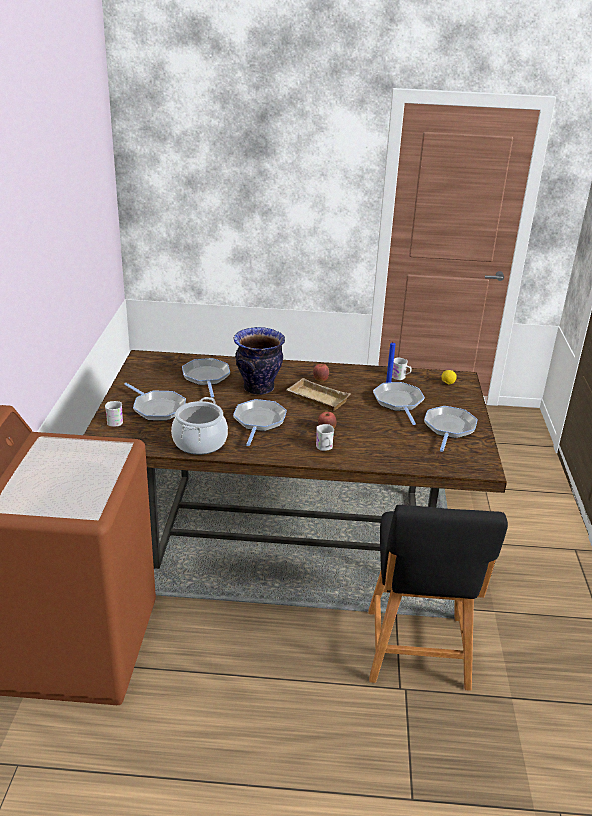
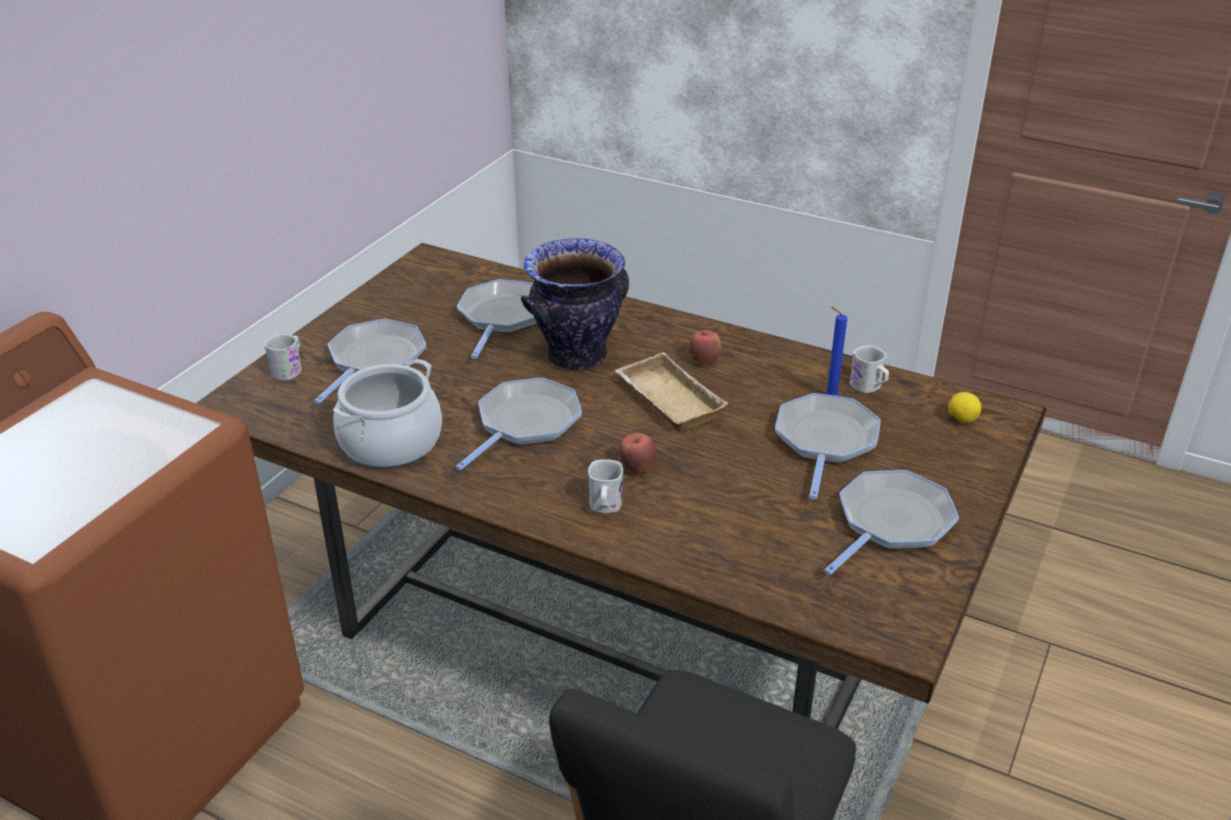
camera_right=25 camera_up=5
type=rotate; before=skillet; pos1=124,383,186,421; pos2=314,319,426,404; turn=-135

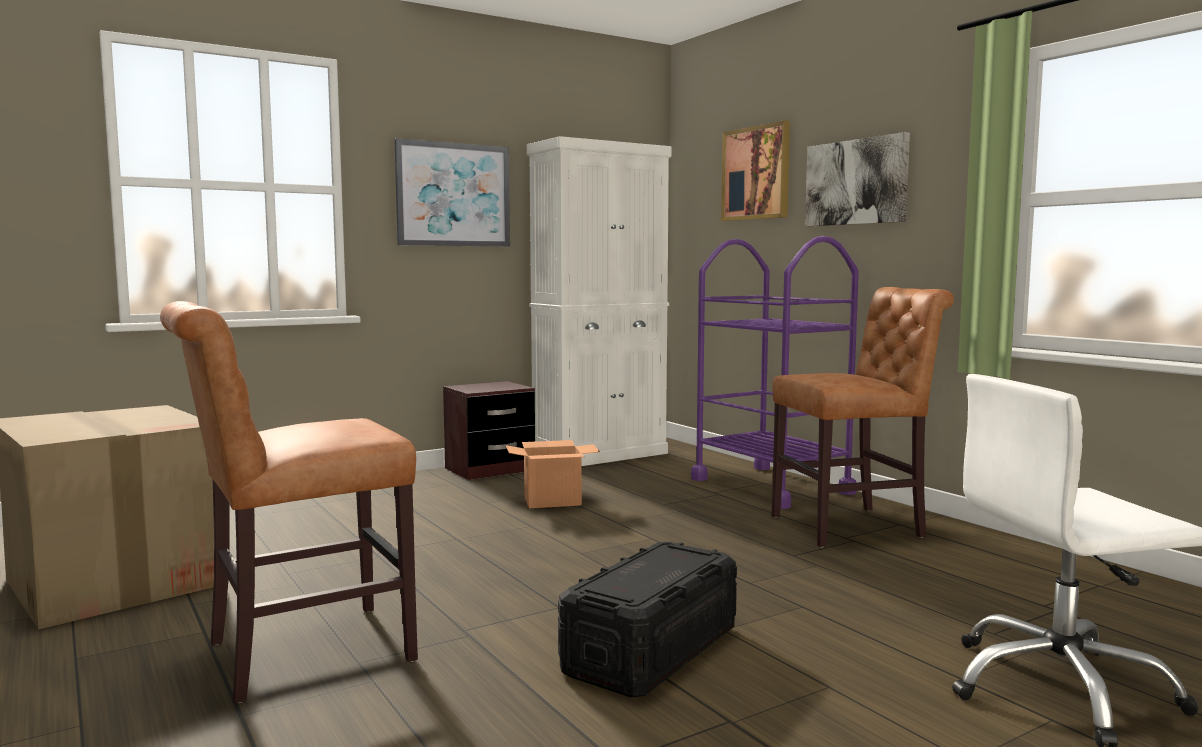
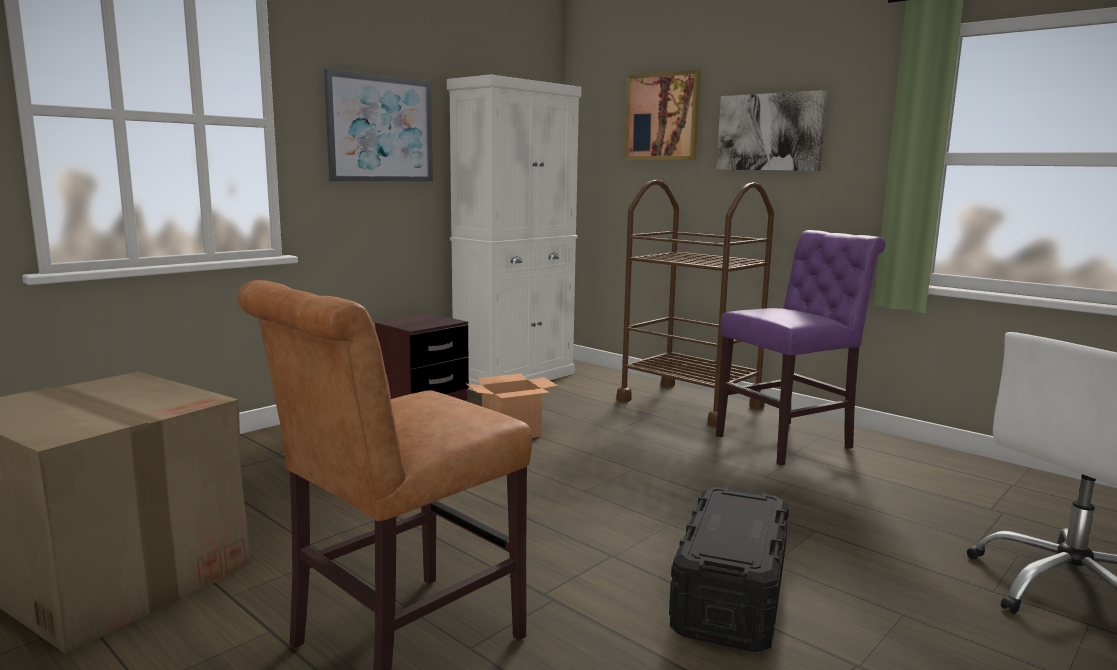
camera_right=-15 camera_up=5
type=recolor; before=purple wheeled cart; after=brown-coloured wheeled cart; pos1=691,236,859,509; pos2=616,180,774,427
type=recolor; before=brown-coloured chair; after=purple chair; pos1=772,287,954,548; pos2=716,230,885,466

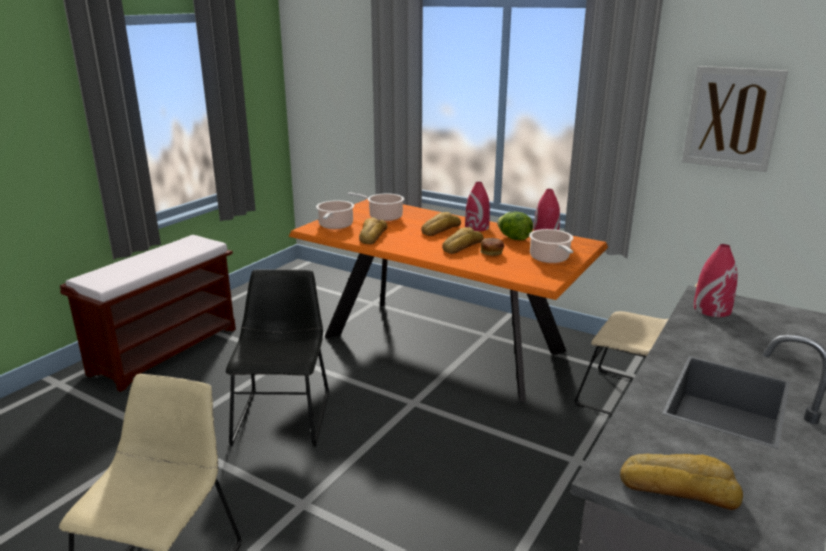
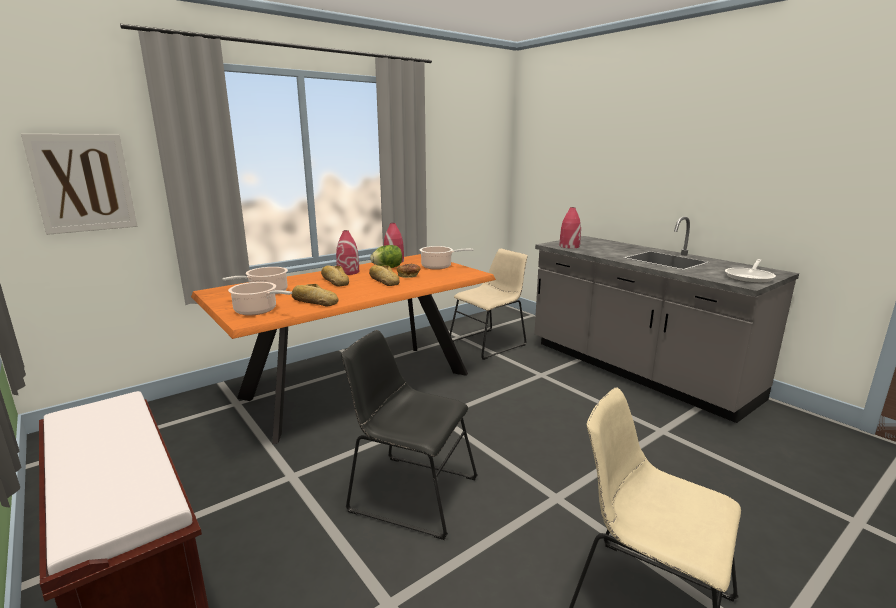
camera_right=-70 camera_up=-5
type=replace; before=bakery bread; after=skillet; pos1=620,454,743,510; pos2=725,259,776,283
type=move; before=wall picture; pos1=682,66,788,172; pos2=21,134,137,235

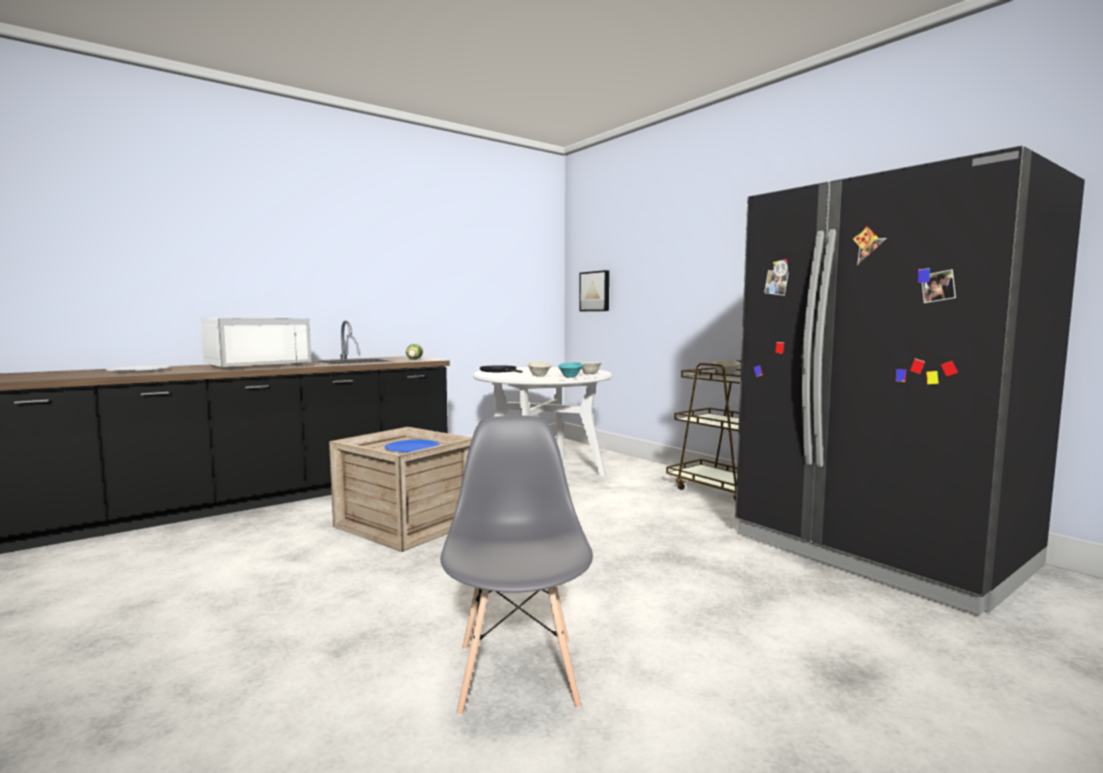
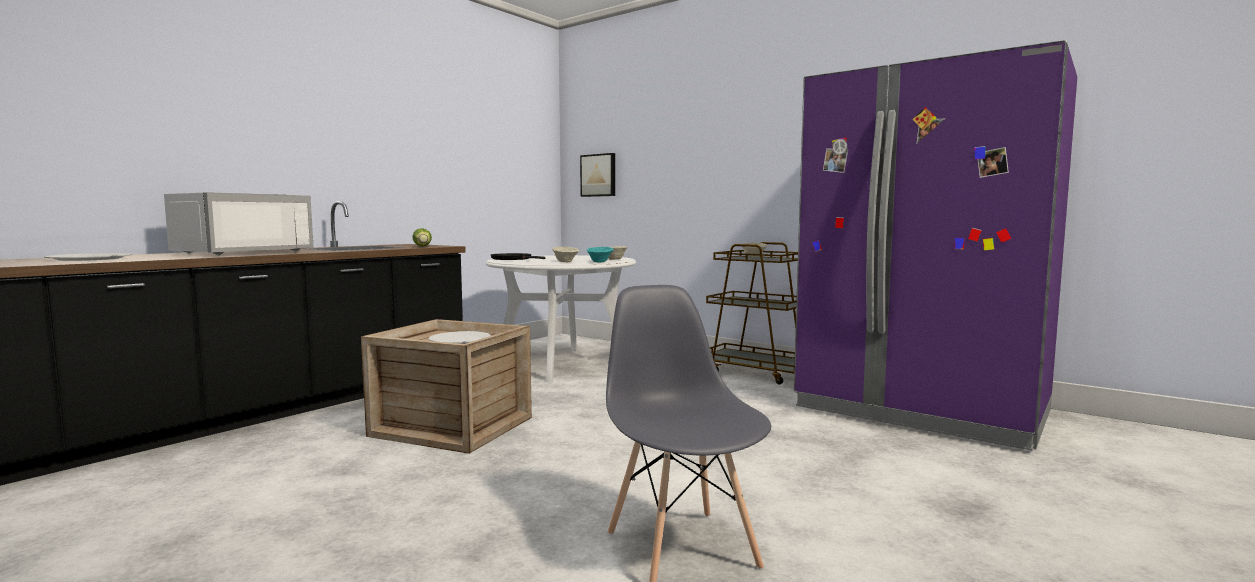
camera_right=-15 camera_up=0
type=recolor; before=blue flat dish; after=white flat dish; pos1=385,440,439,452; pos2=429,331,491,344
type=recolor; before=black fridge; after=purple fridge; pos1=735,146,1085,615; pos2=794,40,1077,451

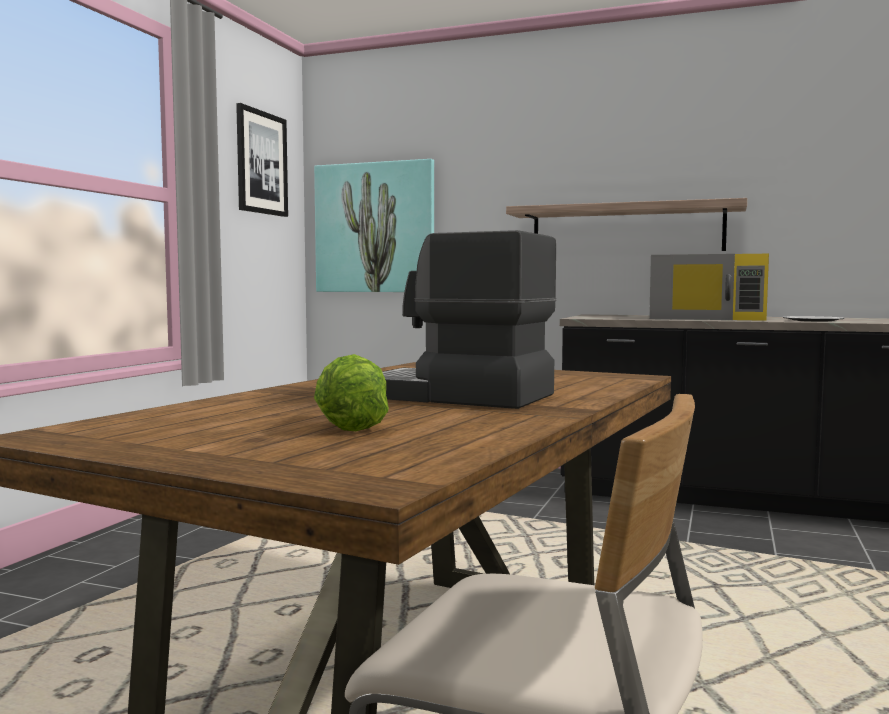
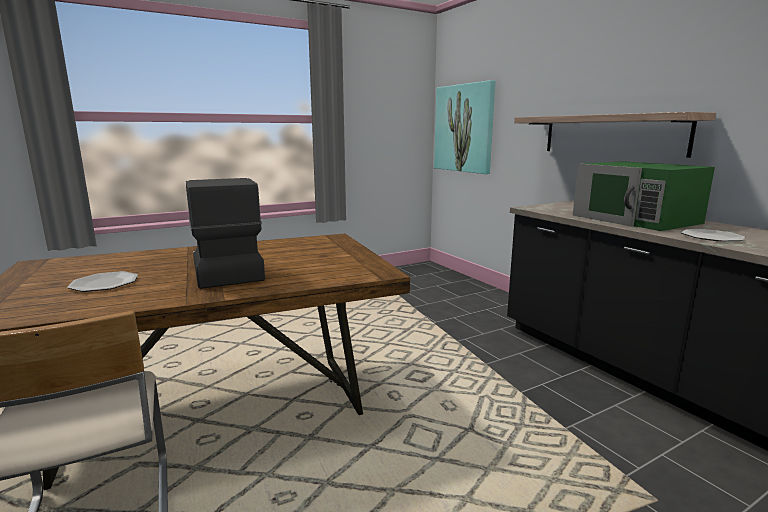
camera_right=40 camera_up=10
type=delete; before=wall picture; pos1=236,103,288,217
type=replace; before=lettuce head; after=flat dish; pos1=314,354,389,431; pos2=67,271,138,292
type=recolor; before=yellow microwave oven; after=green-coloured microwave oven; pos1=649,254,769,321; pos2=572,161,715,231

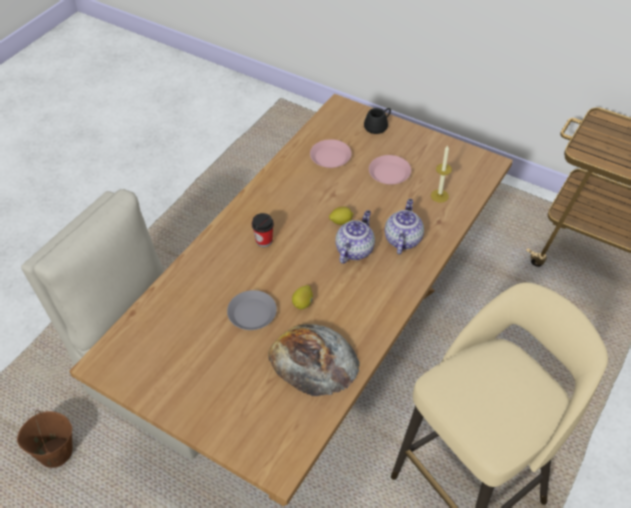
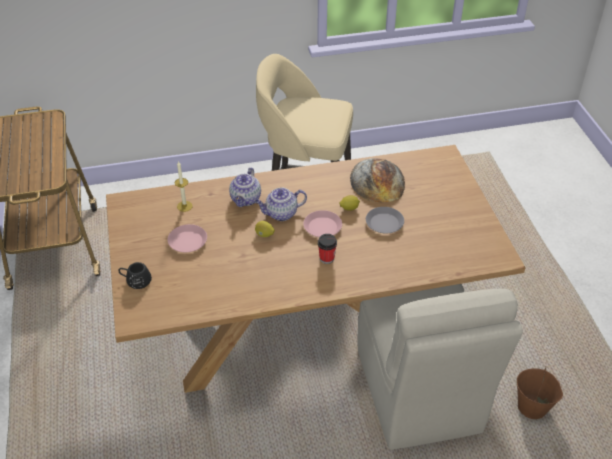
camera_right=-135 camera_up=-5
type=move; before=pinkish flat dish; pos1=310,139,352,168; pos2=303,210,342,237
type=rotate; before=tea pot; pos1=385,199,424,254; pos2=229,167,261,207; turn=-45

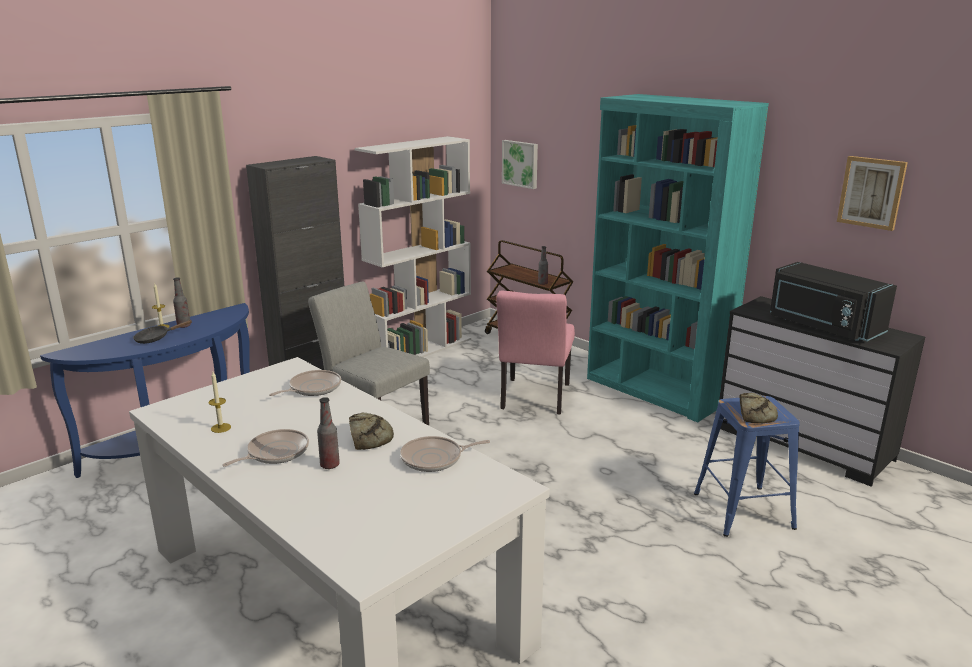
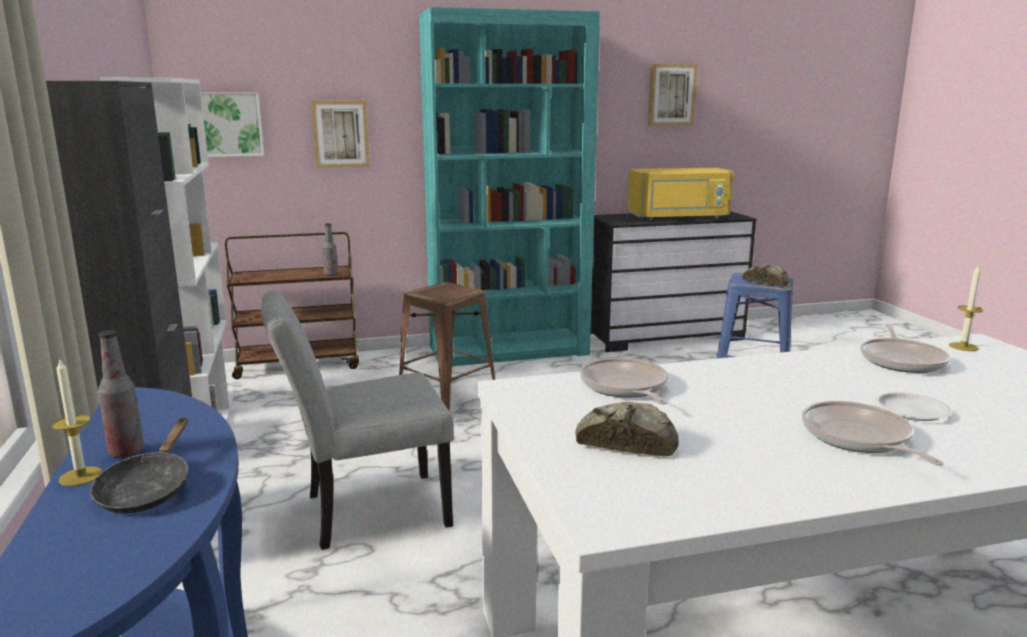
camera_right=-60 camera_up=-5
type=move; before=candle; pos1=209,372,231,433; pos2=949,266,983,351
type=replace; before=bottle; after=white flat dish; pos1=317,397,340,469; pos2=875,392,951,421
type=move; before=bakery bread; pos1=349,413,394,450; pos2=575,402,679,456
type=replace; before=pinkish chair; after=brown-coloured sitting stool; pos1=496,291,575,414; pos2=399,283,496,411
type=recolor; before=black microwave oven; after=yellow microwave oven; pos1=770,262,897,341; pos2=628,168,733,220
type=insert; after=wall picture; pos2=311,100,370,168

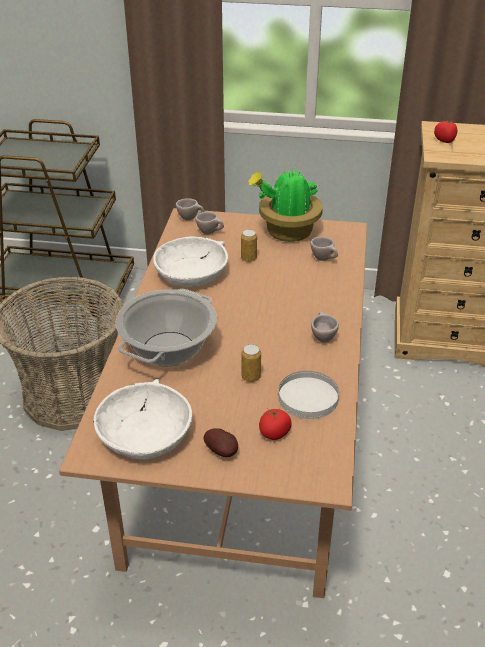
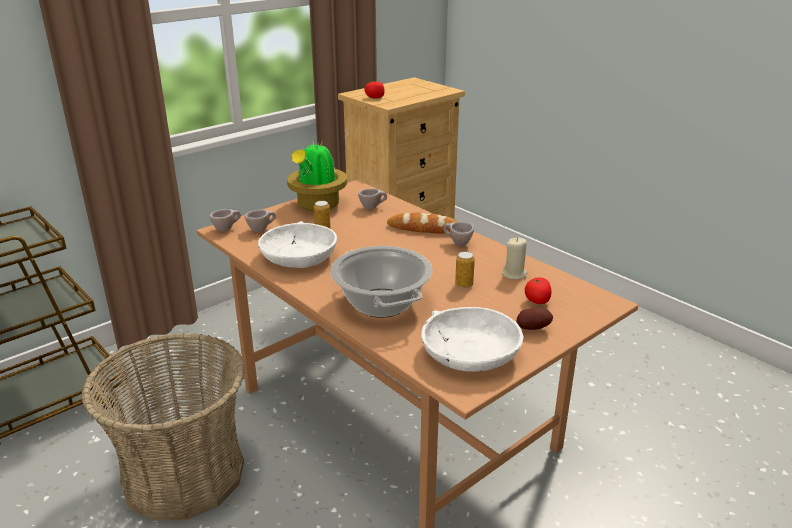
camera_right=-50 camera_up=-10
type=replace; before=white flat dish; after=sand-coloured candle; pos1=278,371,339,419; pos2=502,237,527,280
type=insert; after=bakery bread; pos2=387,213,459,234

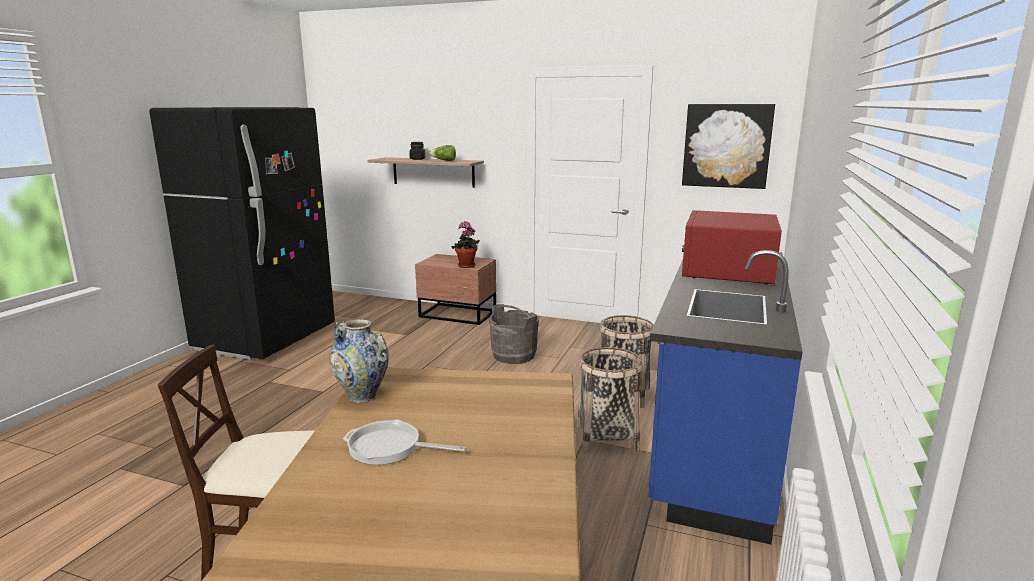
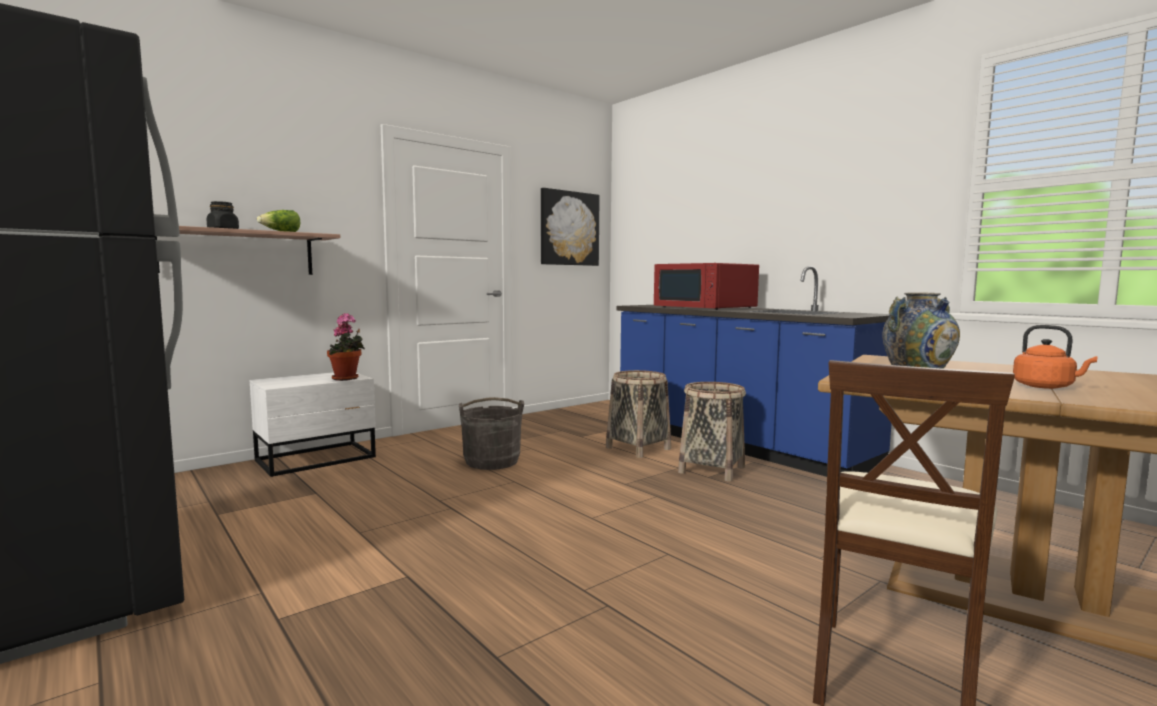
camera_right=-60 camera_up=-10
type=replace; before=skillet; after=orange-coloured tea kettle; pos1=343,420,466,465; pos2=1013,325,1097,389
type=recolor; before=brown-coloured night table; after=white night table; pos1=415,254,496,325; pos2=250,372,376,477

